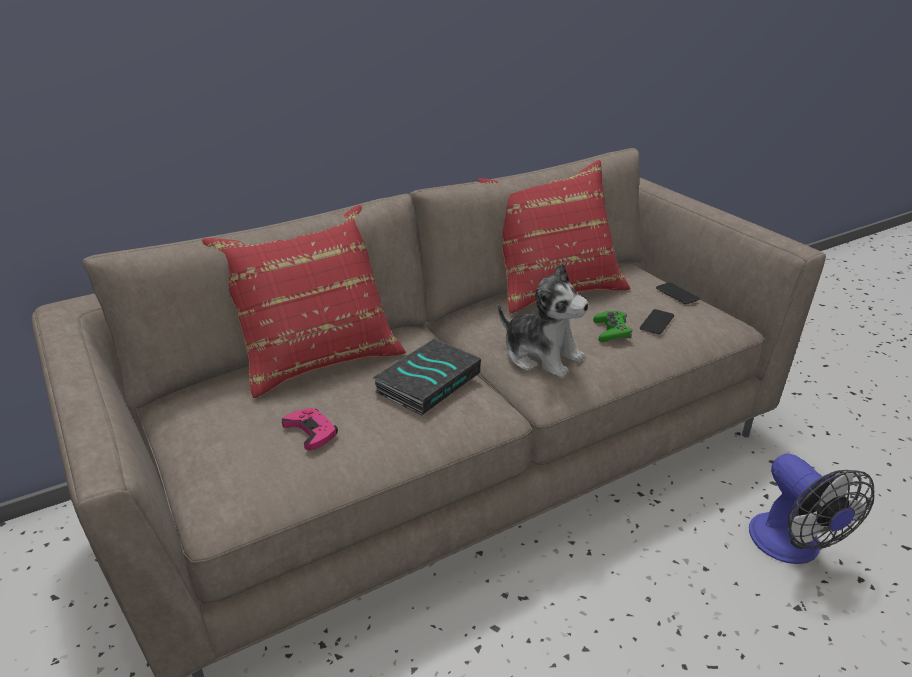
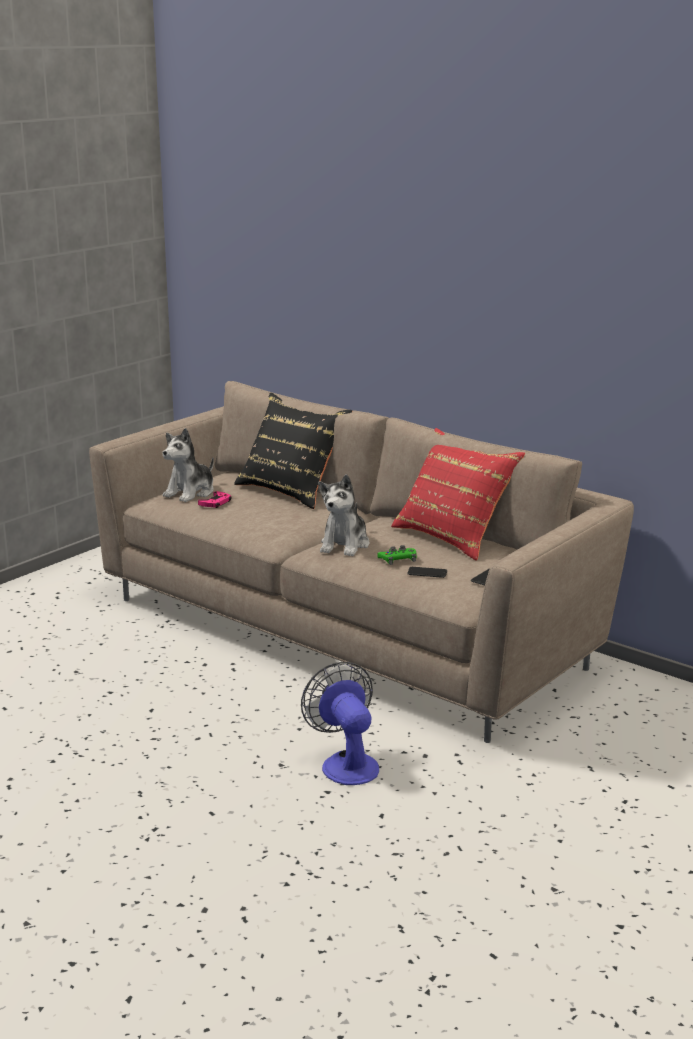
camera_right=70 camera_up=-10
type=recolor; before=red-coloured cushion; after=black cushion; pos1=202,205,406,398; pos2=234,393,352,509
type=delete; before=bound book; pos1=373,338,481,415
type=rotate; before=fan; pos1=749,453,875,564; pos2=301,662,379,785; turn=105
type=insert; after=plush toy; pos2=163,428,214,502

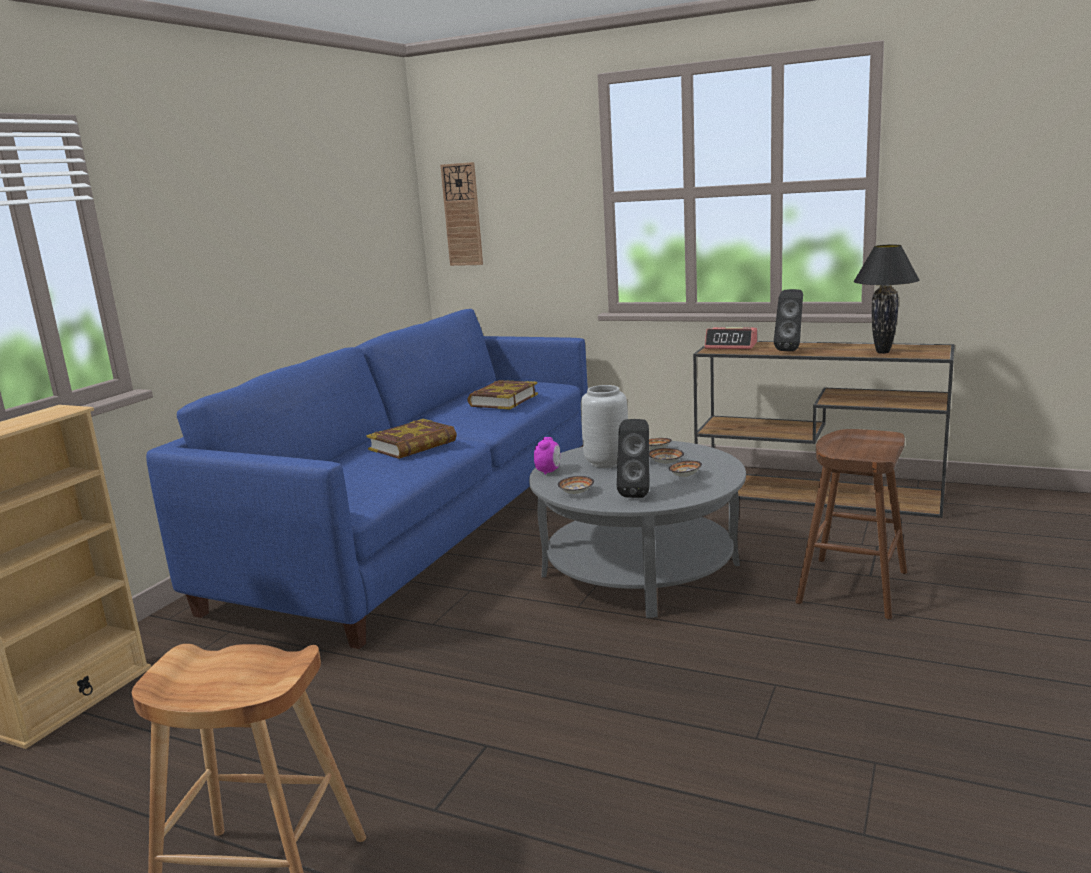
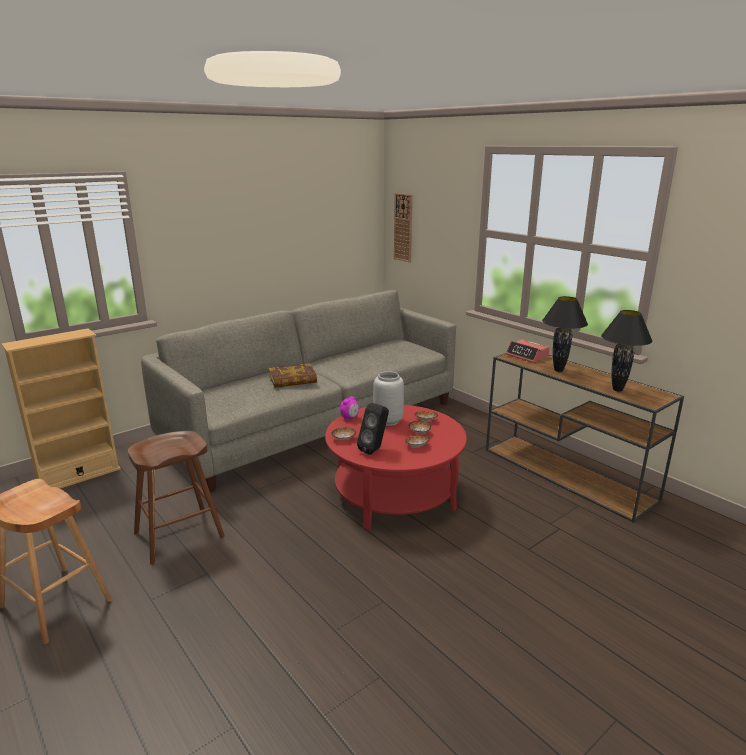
camera_right=25 camera_up=5
type=recolor; before=blue sofa; after=greyish sofa; pos1=146,309,588,649; pos2=141,290,456,492
type=delete; before=bound book; pos1=467,380,538,409
type=recolor; before=greyish coffee table; after=red-coloured coffee table; pos1=529,441,746,618; pos2=325,405,467,530
type=replace; before=black audio speaker; after=black table lamp; pos1=774,289,803,351; pos2=542,296,588,372
type=move; before=brown-coloured sitting stool; pos1=795,429,907,619; pos2=128,431,225,564

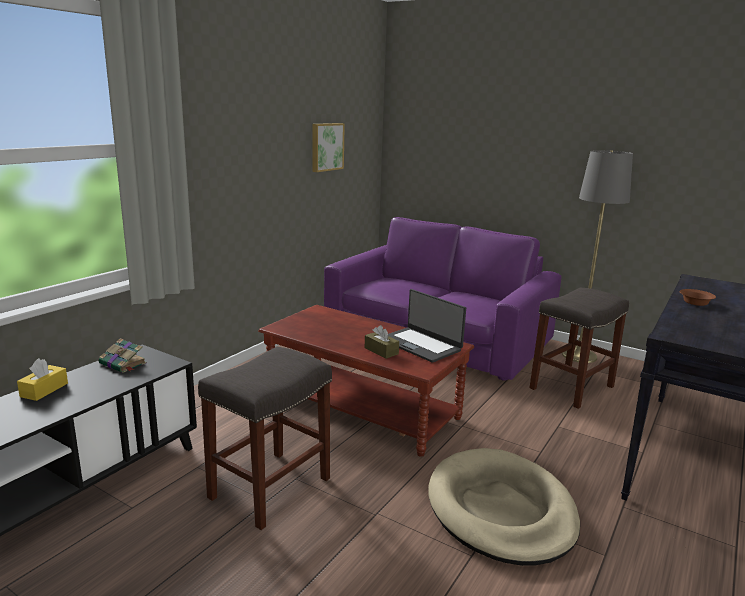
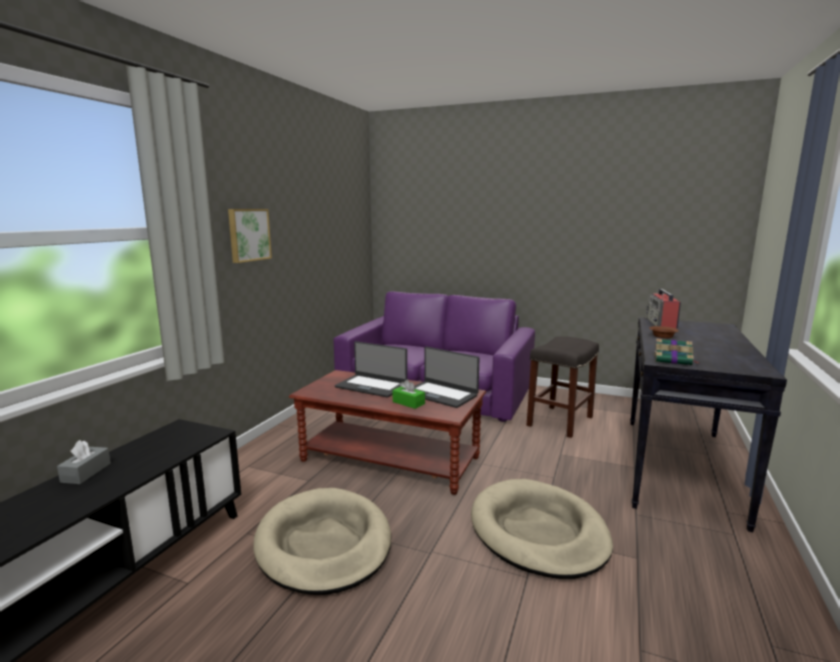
camera_right=-10 camera_up=-5
type=recolor; before=yellow tissue holder; after=greyish tissue holder; pos1=17,358,68,401; pos2=57,440,111,484
type=move; before=bound book; pos1=99,338,147,373; pos2=654,338,698,366
type=replace; before=greyish sitting stool; after=sand-coloured dog cushion; pos1=198,347,332,530; pos2=253,488,391,595
type=move; before=wall picture; pos1=313,123,345,172; pos2=228,209,272,263
type=recolor; before=brown-coloured tissue holder; after=green-coloured tissue holder; pos1=365,325,399,359; pos2=393,379,425,409
type=delete; before=greyish standard lamp; pos1=562,150,633,363
type=insert; after=notebook computer; pos2=335,341,407,398
type=insert; after=radio; pos2=646,289,681,329

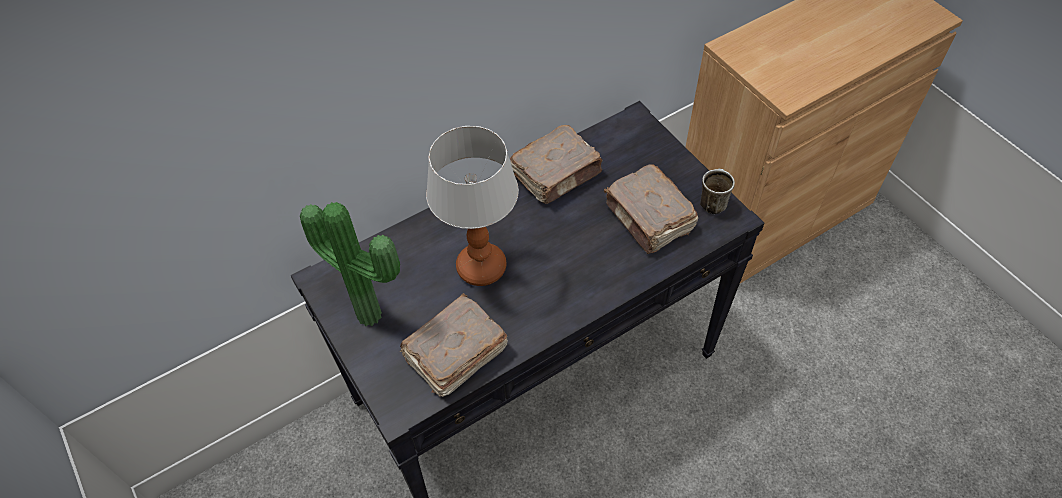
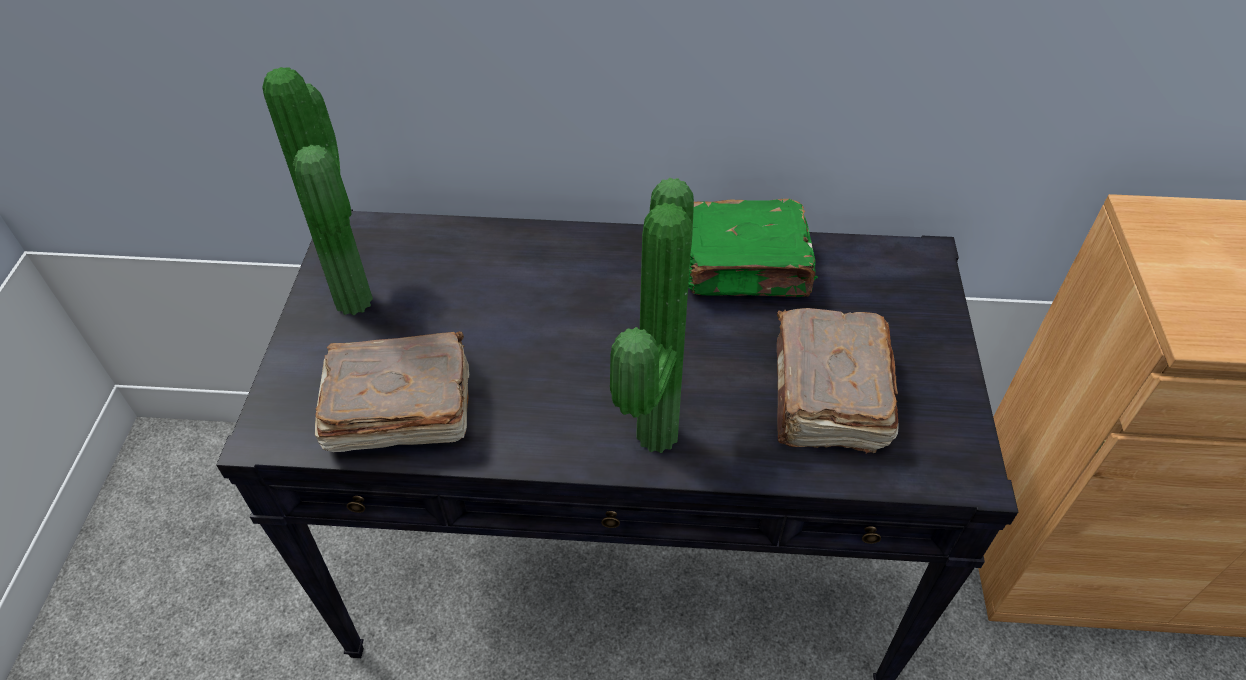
camera_right=35 camera_up=-5
type=delete; before=table lamp; pos1=426,126,519,286
type=recolor; before=brown-coloured bound book; after=green-coloured bound book; pos1=510,125,603,204; pos2=688,199,818,297
type=delete; before=coffee mug; pos1=700,169,735,214
type=insert; after=potted plant; pos2=610,178,694,453

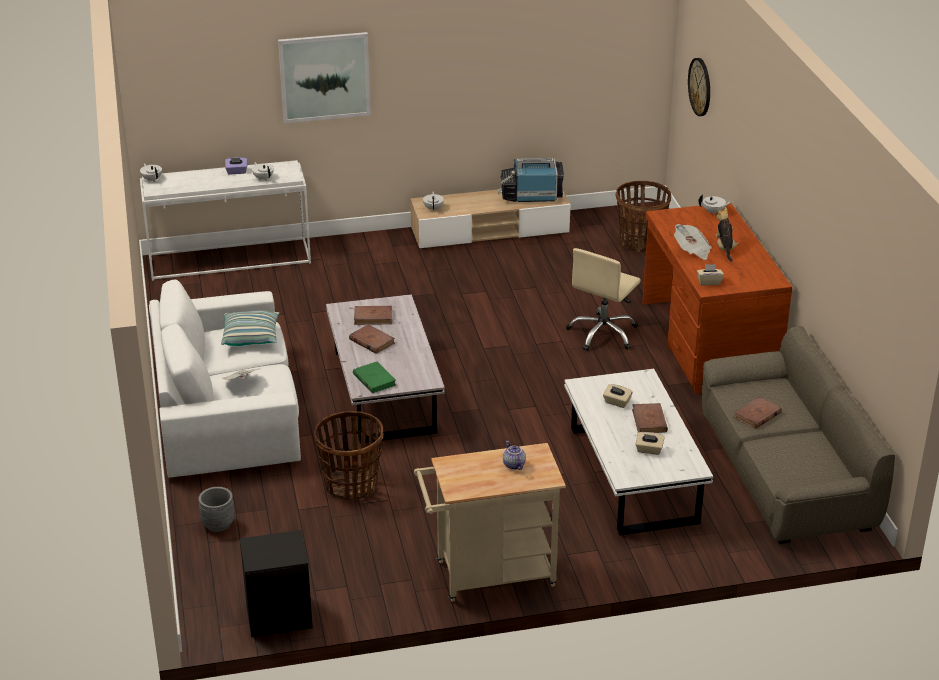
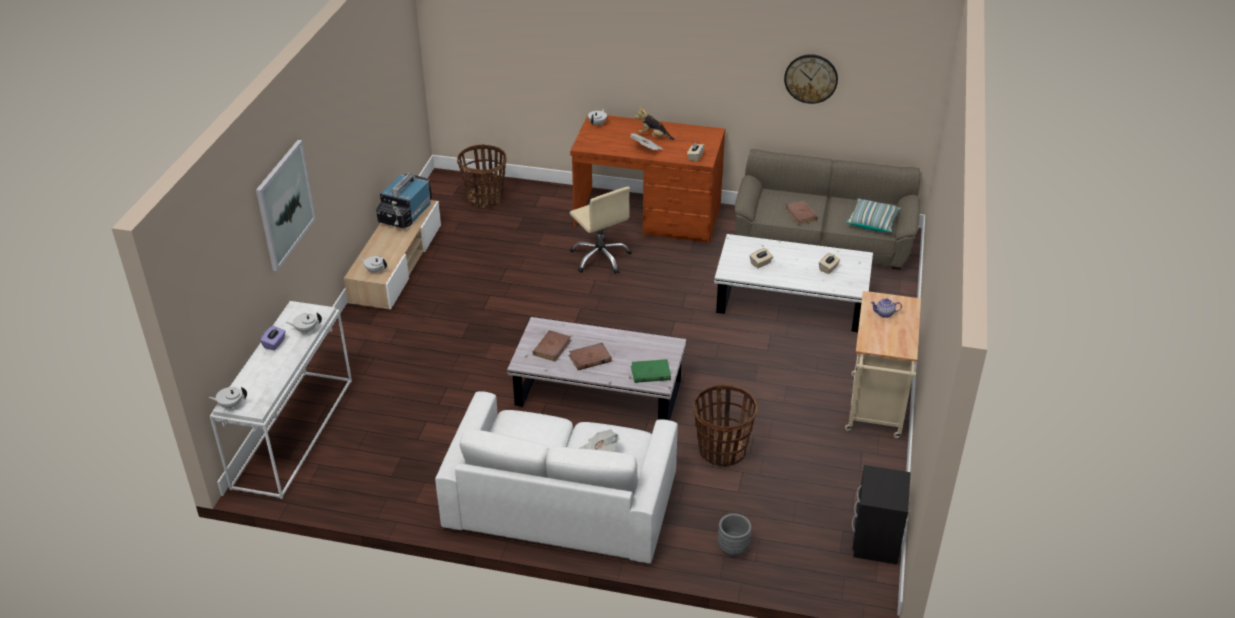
camera_right=-65 camera_up=5
type=move; before=cushion; pos1=221,311,280,346; pos2=846,198,901,232
type=delete; before=brown-coloured bound book; pos1=632,403,668,433
type=move; before=wall clock; pos1=688,58,710,116; pos2=784,54,838,104

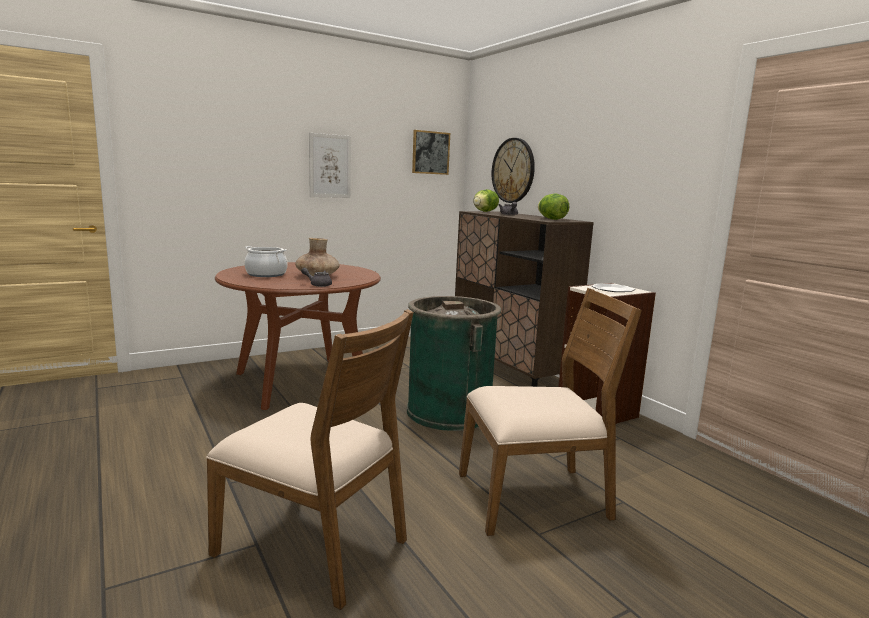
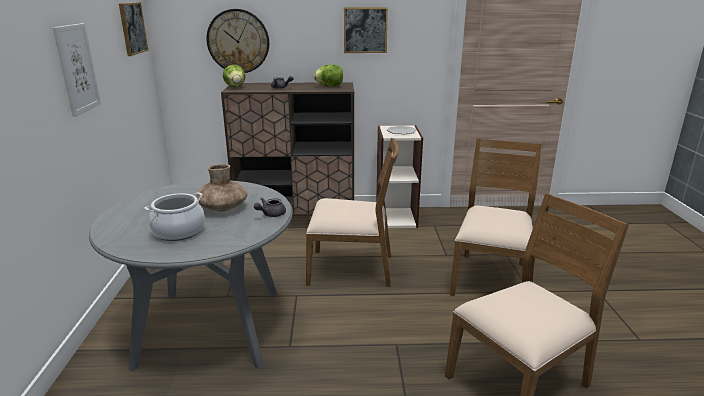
camera_right=-60 camera_up=10
type=recolor; before=brown-coloured kitchen table; after=greyish kitchen table; pos1=215,262,381,410; pos2=89,180,293,371
type=replace; before=green-coloured trash can; after=brown-coloured chair; pos1=407,296,501,431; pos2=306,138,399,287
type=insert; after=wall picture; pos2=344,7,388,53

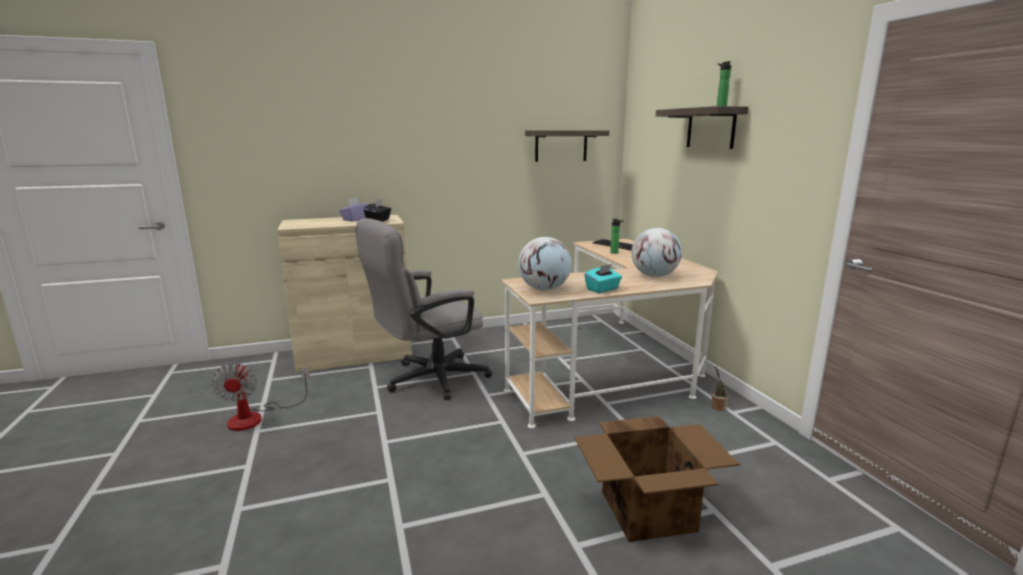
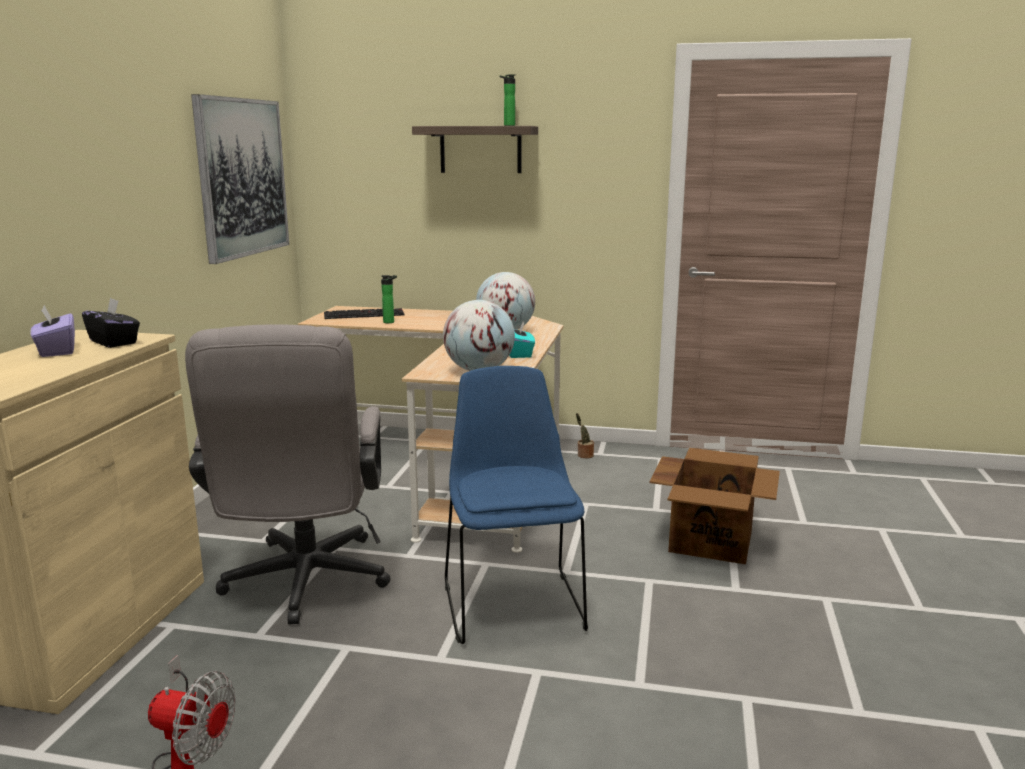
camera_right=-60 camera_up=0
type=replace; before=shelf; after=wall picture; pos1=525,130,609,162; pos2=191,94,289,264
type=insert; after=blue chair; pos2=445,366,588,644

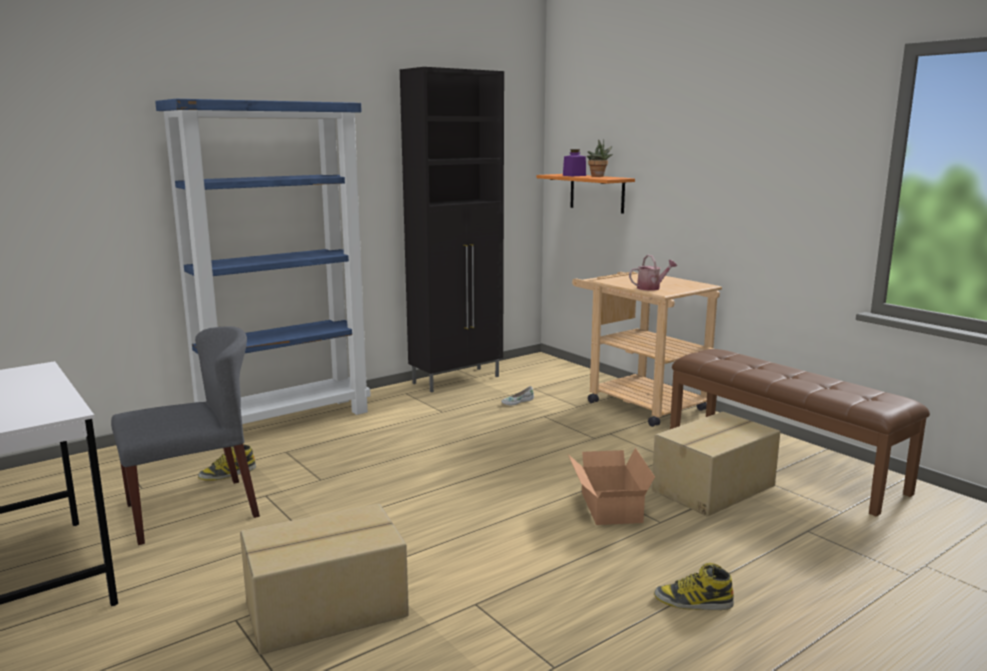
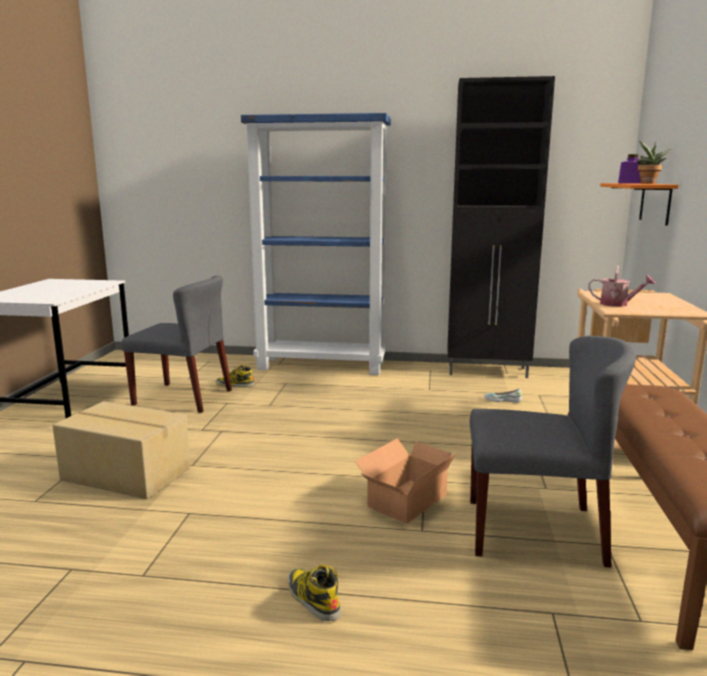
camera_right=45 camera_up=0
type=replace; before=cardboard box; after=greyish chair; pos1=652,412,780,517; pos2=470,336,636,568

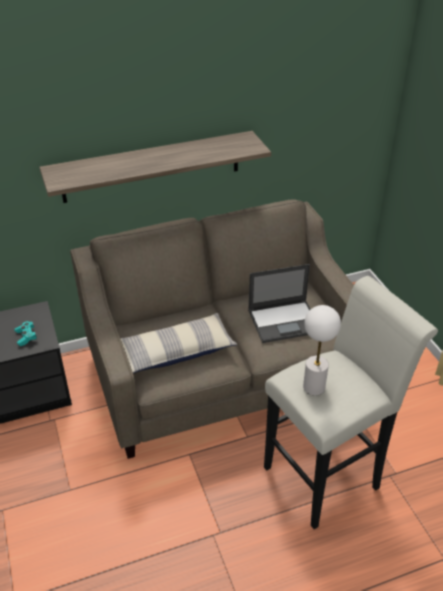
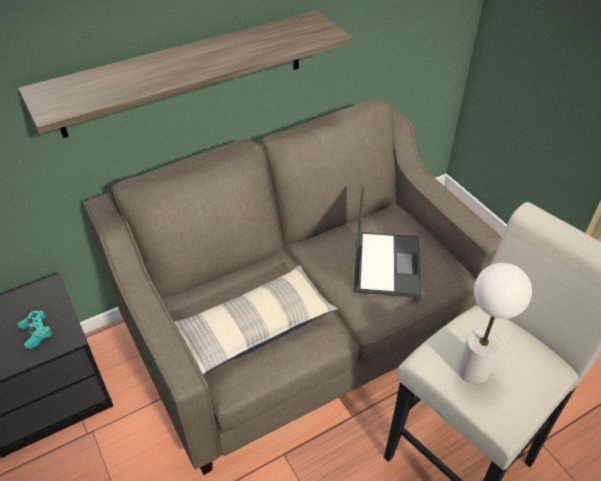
camera_right=-10 camera_up=5
type=rotate; before=notebook computer; pos1=248,264,311,343; pos2=354,186,421,298; turn=-60

